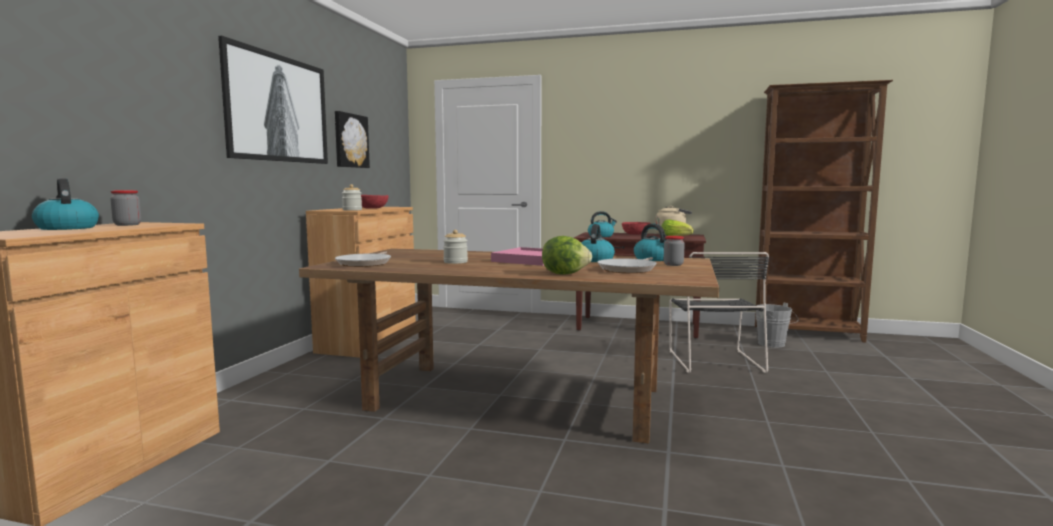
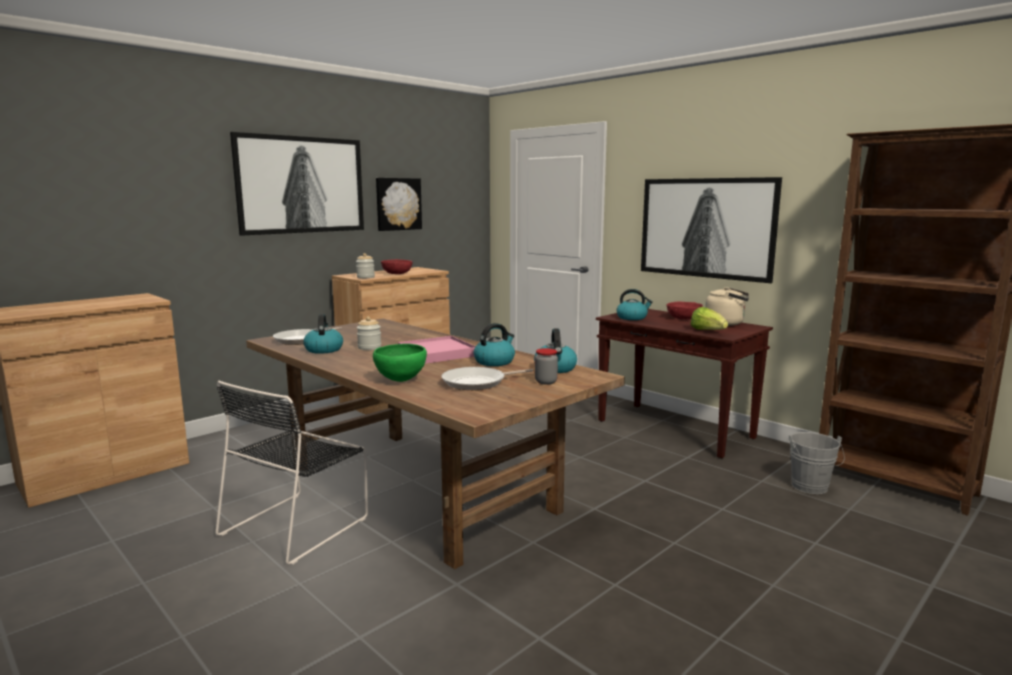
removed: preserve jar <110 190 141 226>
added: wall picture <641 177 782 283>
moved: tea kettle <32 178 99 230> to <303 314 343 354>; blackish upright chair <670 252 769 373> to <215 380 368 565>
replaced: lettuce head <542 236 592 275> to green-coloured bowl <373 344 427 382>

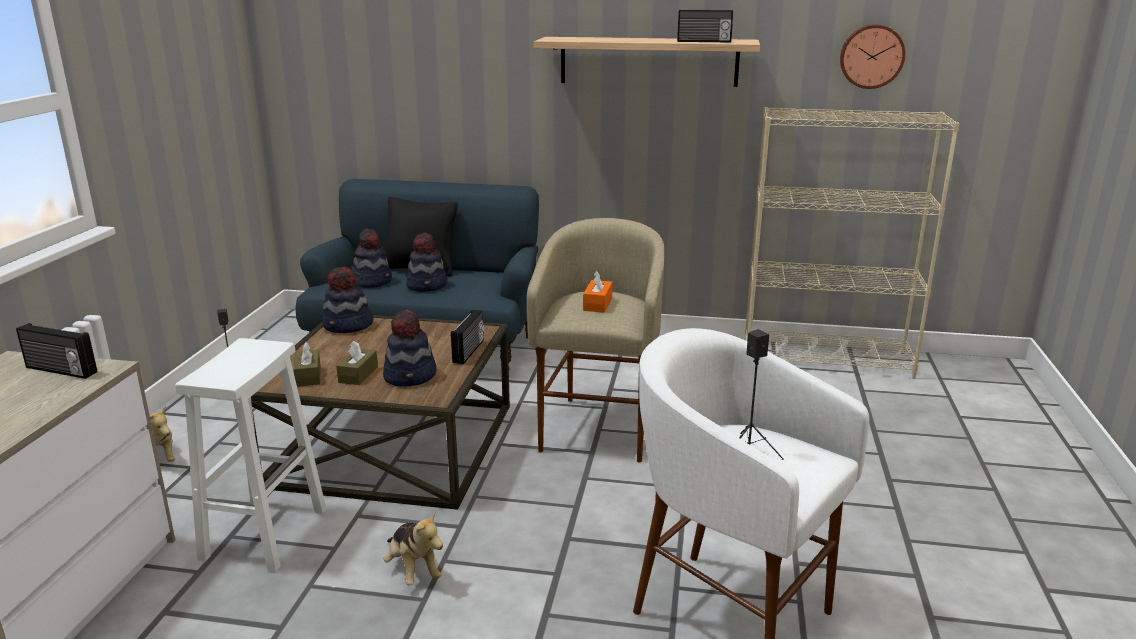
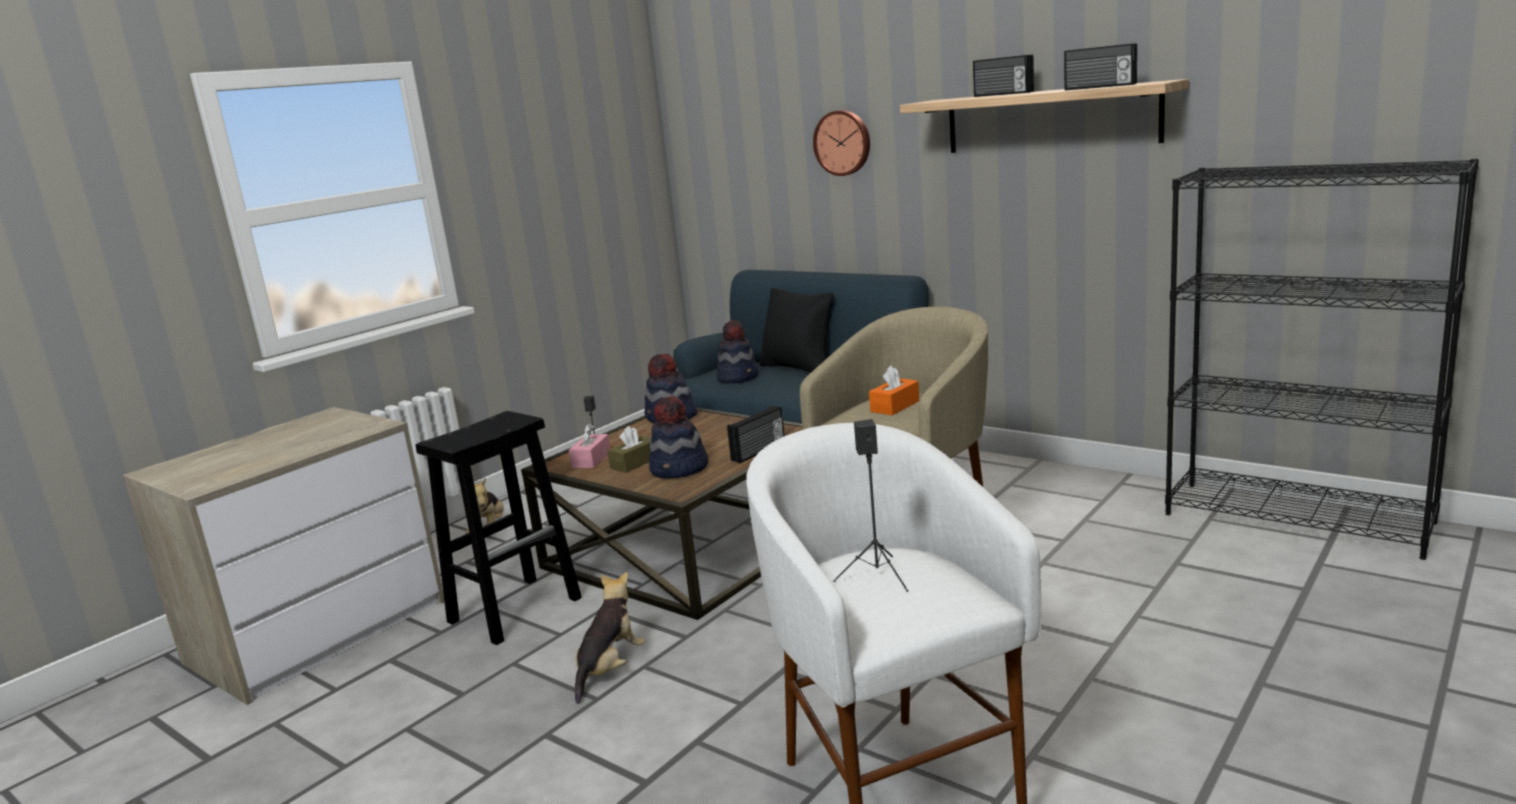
removed: wearable hat <406 232 448 292>
moved: hanging clock <840 24 905 89> to <813 110 870 176>; radio <16 323 97 379> to <973 55 1034 97>
recoloured: beige-coloured shelving unit <745 107 959 379> to blackish shelving unit <1165 159 1479 560>; white-coloured stool <175 338 327 572> to blackish stool <416 411 582 645>; brown-coloured tissue box <293 342 321 387> to pink-coloured tissue box <569 424 610 468>
turned: plush toy <383 512 443 585> = <575 572 645 704> 150 degrees counterclockwise

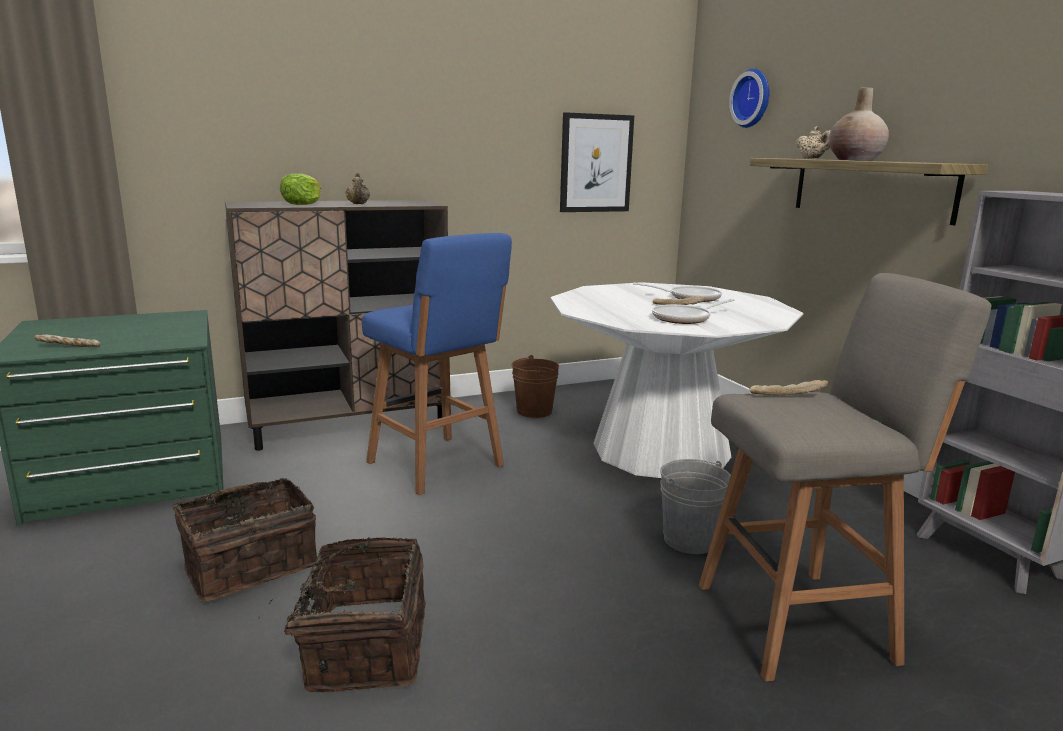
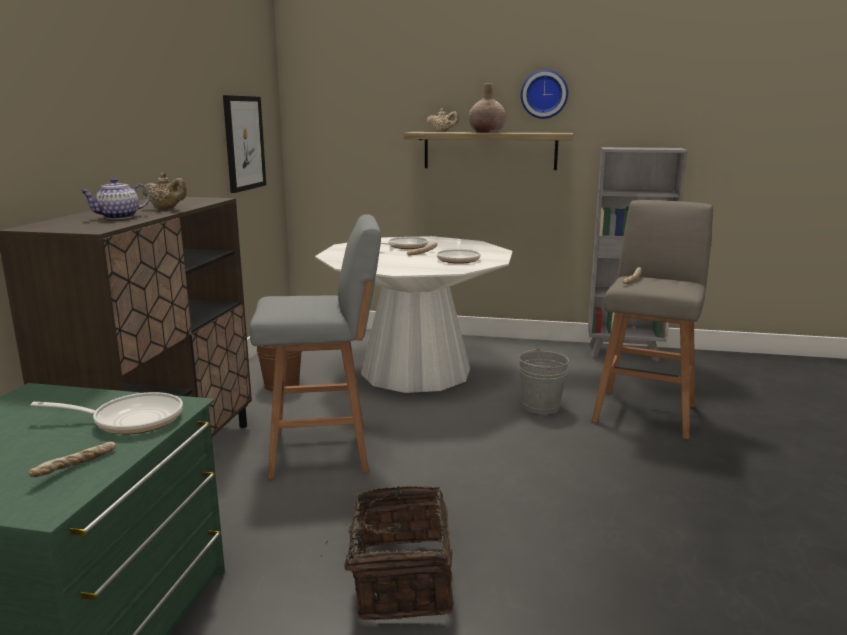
removed: basket <258 537 426 692>
added: pan <31 392 183 434>
moved: hanging clock <729 69 769 128> to <521 70 568 119>
replaced: lettuce head <280 173 321 205> to teapot <80 178 150 219>
recoloured: blue-coloured stool <362 233 512 495> to gray stool <250 214 381 479>

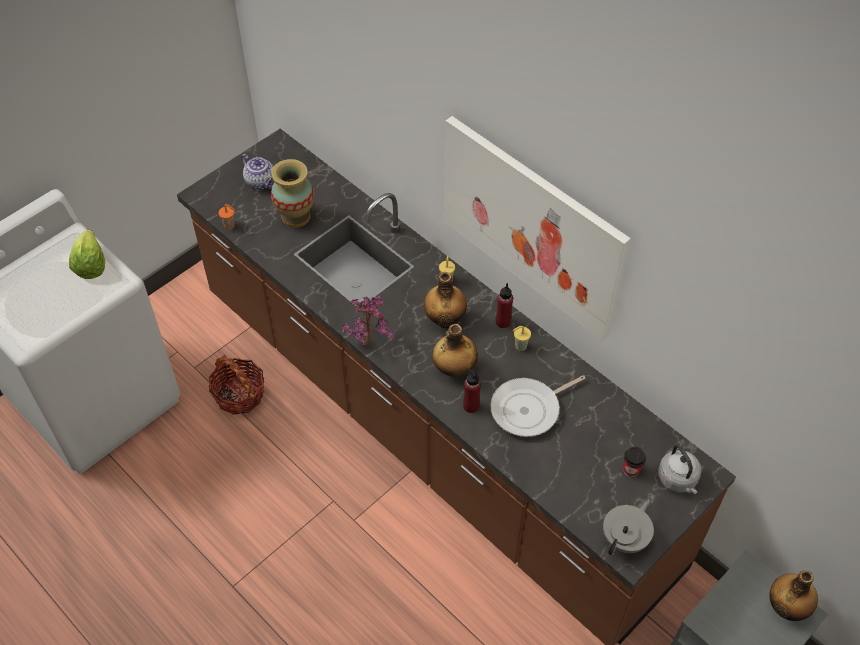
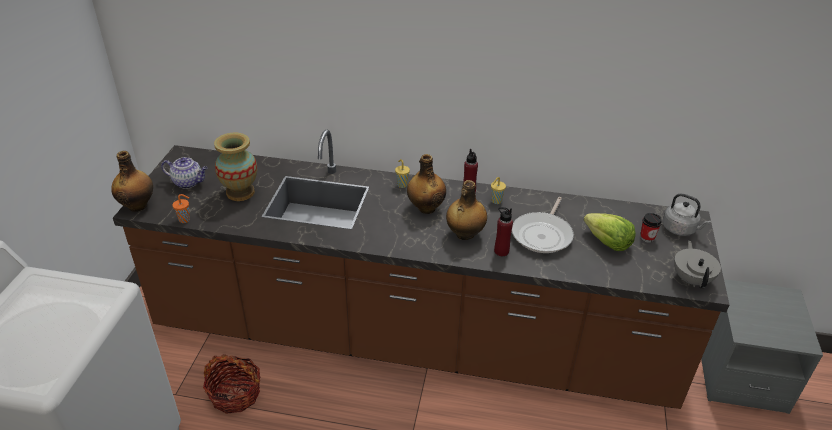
removed: wall picture <444 116 631 341>; houseplant <342 296 394 345>
moved: lettuce head <69 230 105 279> to <584 213 636 251>; drink bottle <769 570 818 621> to <111 151 153 212>

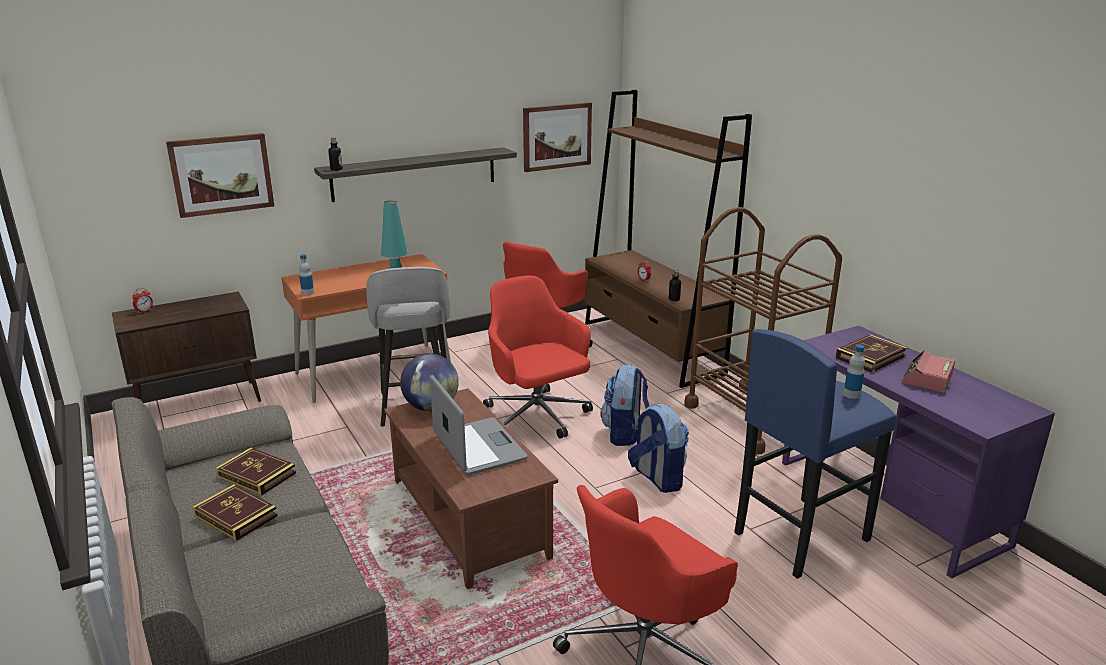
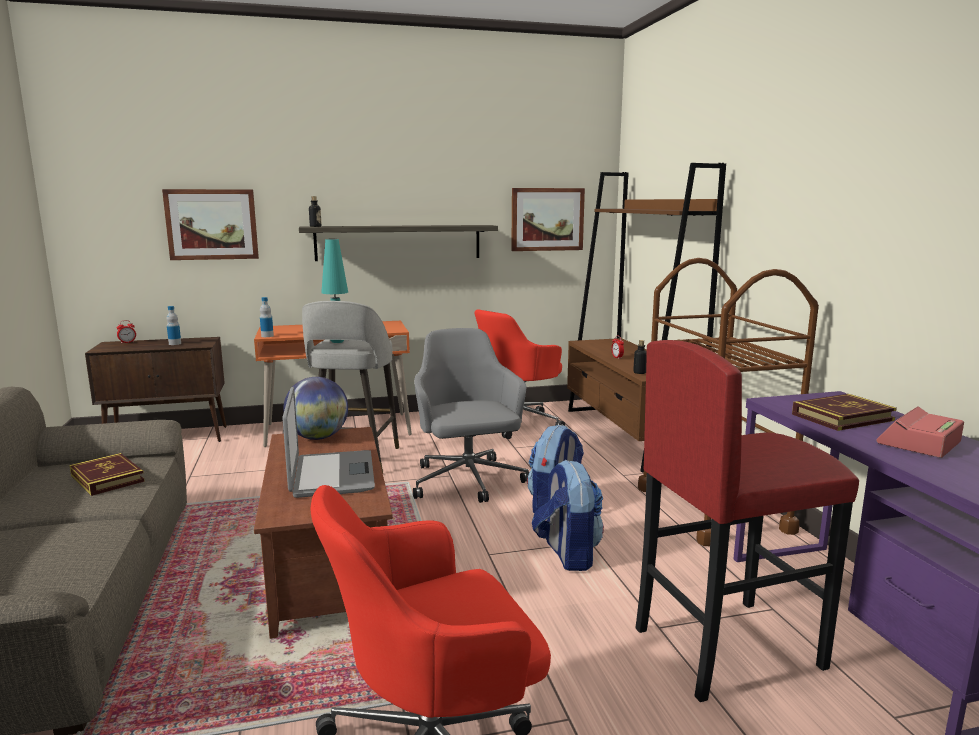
removed: volume <193 484 278 541>
moved: drink bottle <843 344 865 399> to <166 306 181 345>
recoloured: reddish office chair <483 276 593 439> to gray office chair <413 328 529 503>; blue-coloured stool <734 329 897 579> to reddish stool <635 340 859 702>

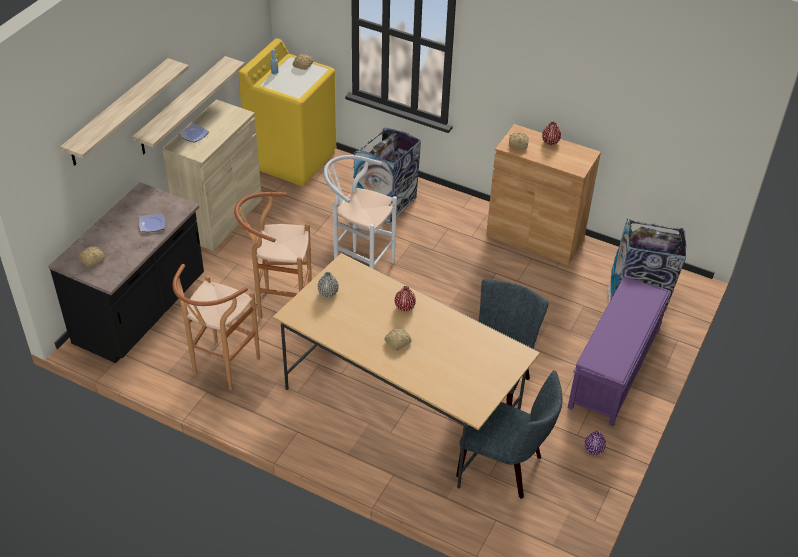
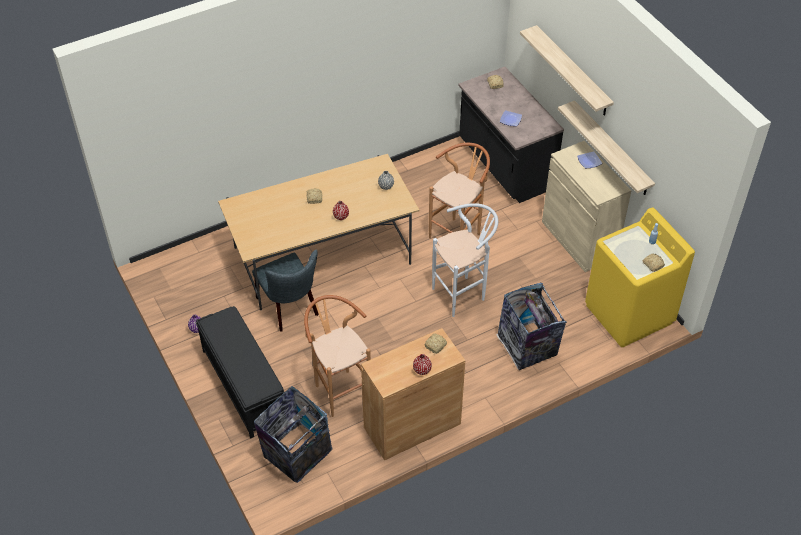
removed: gray upright chair <456 370 562 499>
moved: brown-coloured stool <172 264 260 390> to <304 295 371 417>
recoloured: purple bench <568 277 671 426> to blackish bench <196 306 284 439>

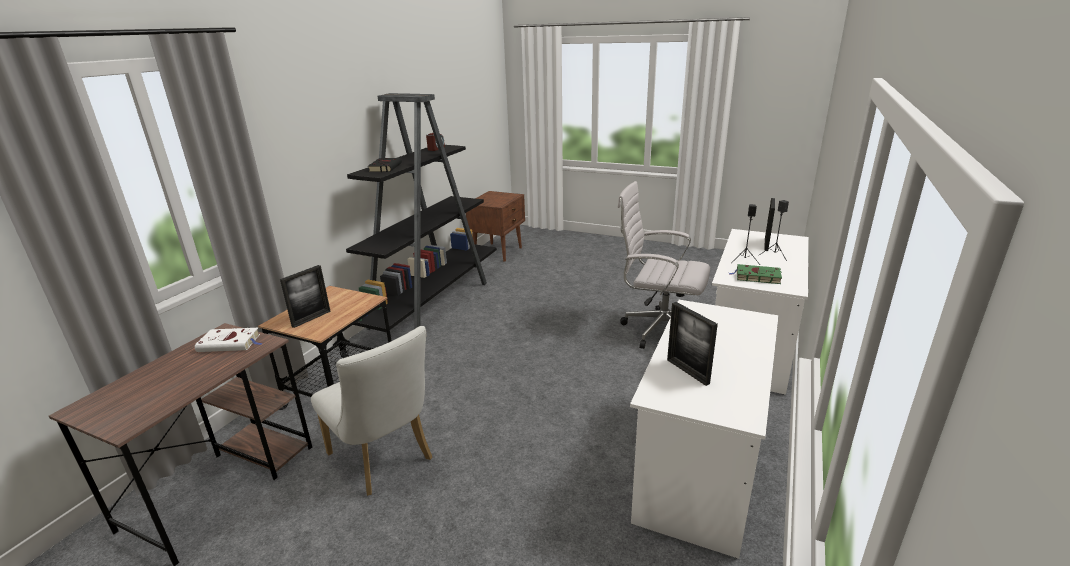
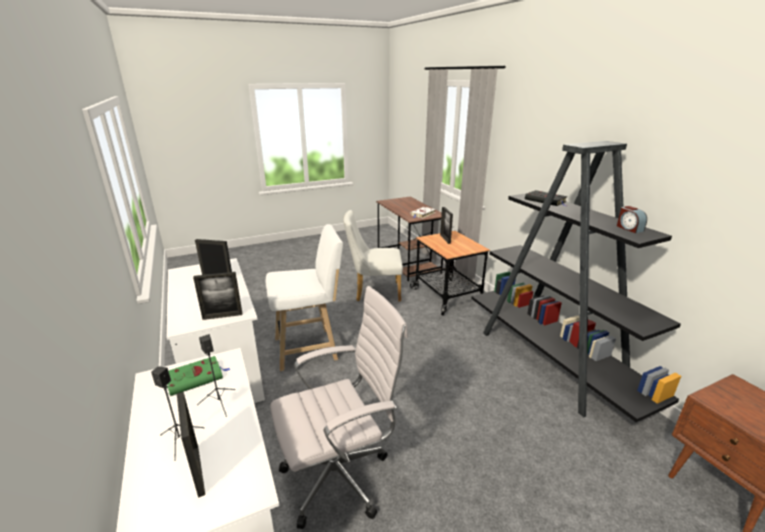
added: white-coloured stool <266 224 343 371>; photo frame <193 272 242 320>

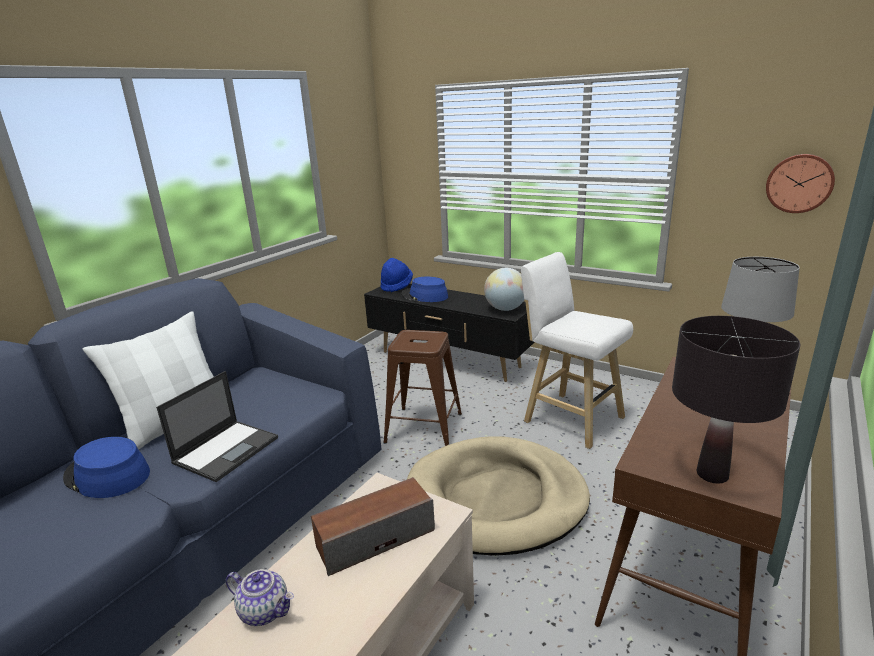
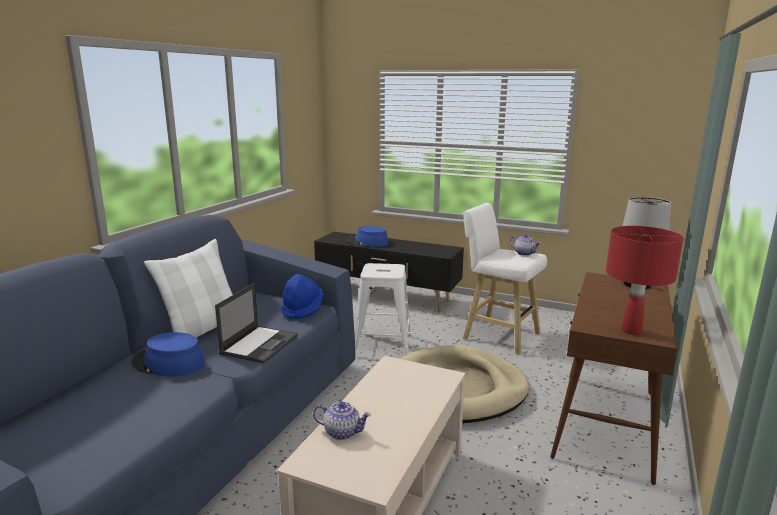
removed: hanging clock <766 154 835 213>; desk globe <484 268 525 311>; audio speaker <311 477 435 576>
added: teapot <510 234 541 256>
moved: blue-coloured wearable hat <380 258 413 292> to <282 274 324 319>
recoloured: blackish table lamp <672 316 800 484> to reddish table lamp <606 226 684 335>; brown-coloured stool <384 330 462 446> to white-coloured stool <355 263 411 357>

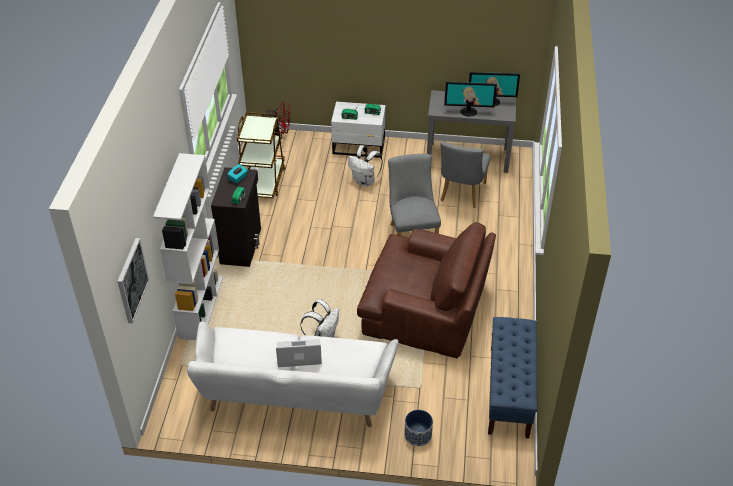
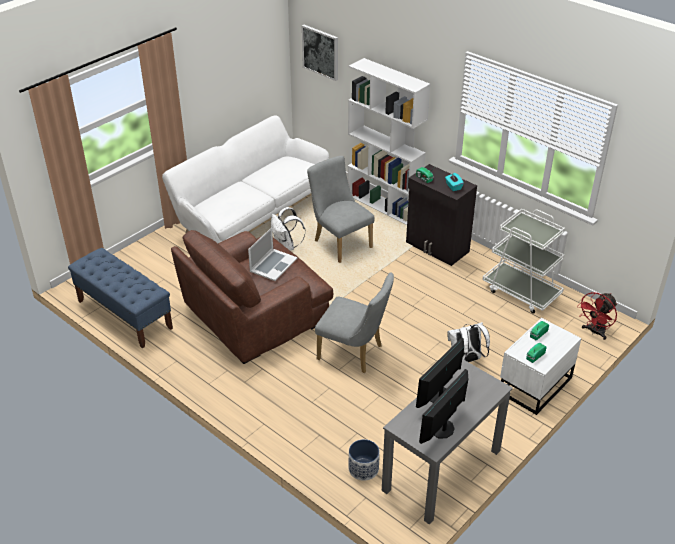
moved: gray upright chair <440 141 491 208> to <307 156 375 263>; laptop <276 339 322 367> to <248 227 297 281>; planter <404 409 433 446> to <349 439 380 481>
recoloured: brown-coloured cart <237 112 286 198> to white-coloured cart <482 209 565 314>

